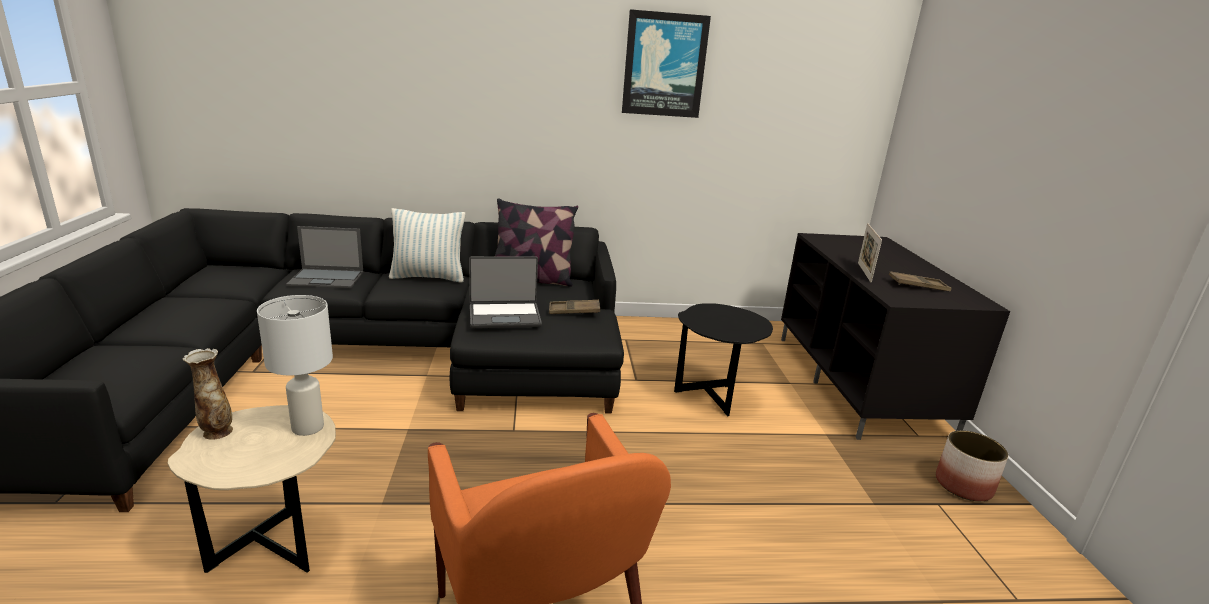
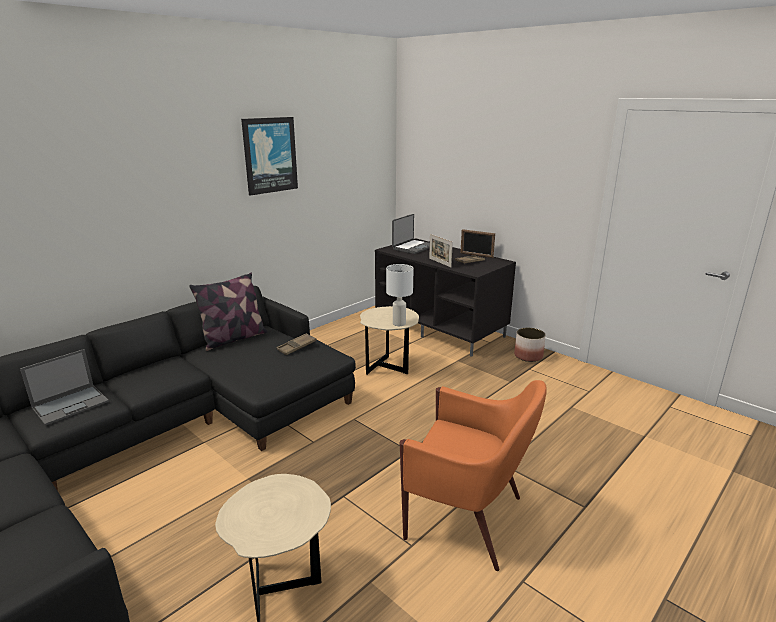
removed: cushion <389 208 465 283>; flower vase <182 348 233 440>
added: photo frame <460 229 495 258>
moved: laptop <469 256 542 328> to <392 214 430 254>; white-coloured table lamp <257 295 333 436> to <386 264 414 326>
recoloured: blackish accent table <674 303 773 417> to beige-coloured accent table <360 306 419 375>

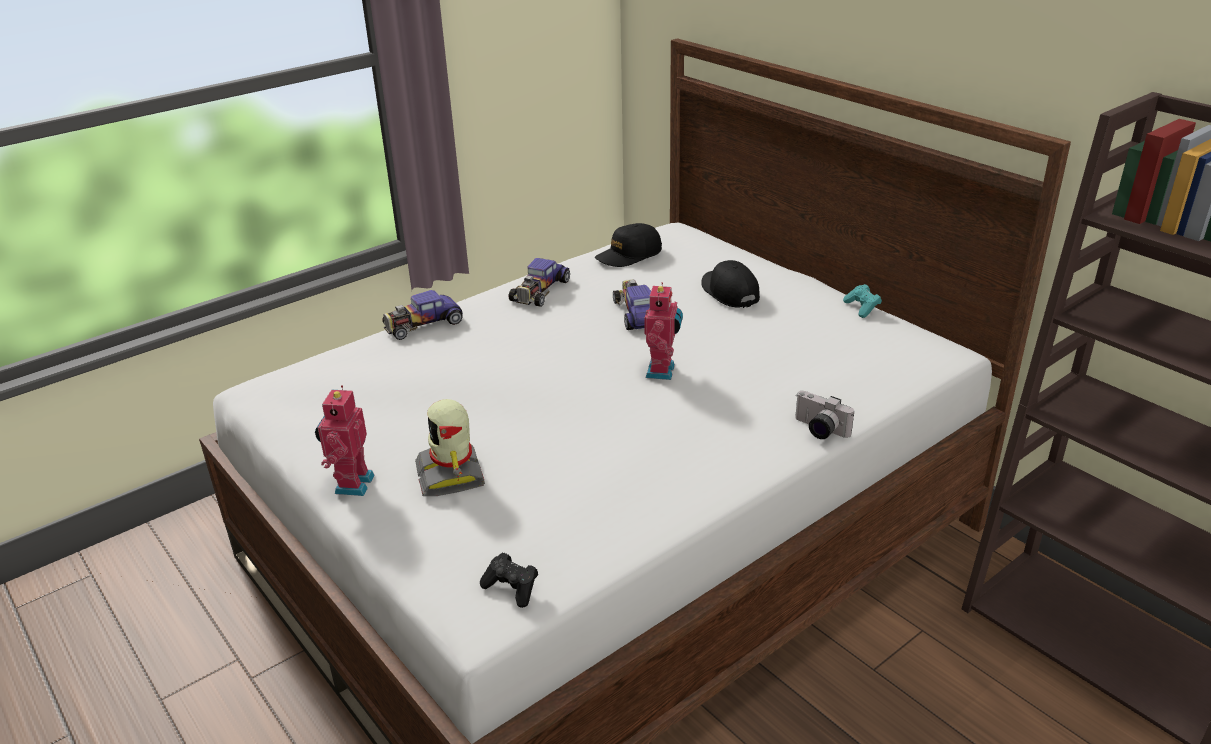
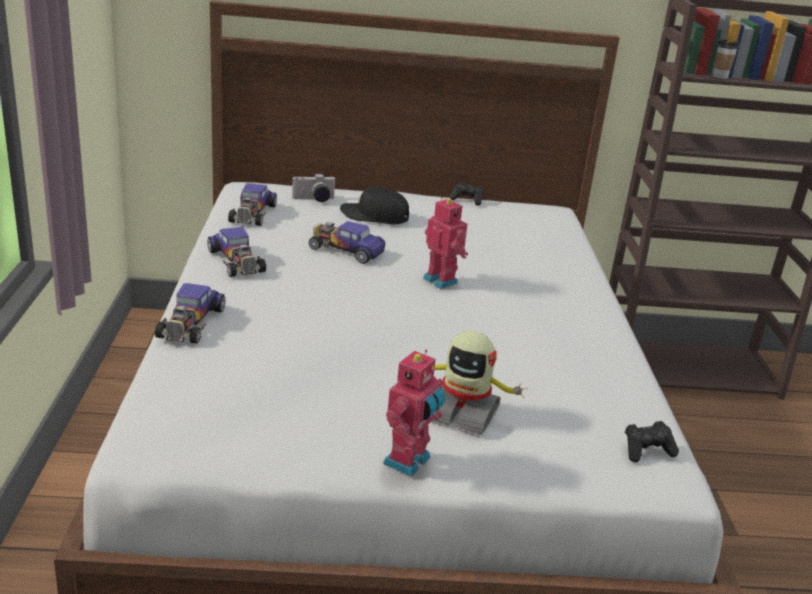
added: drinking cup <713 40 739 79>
moved: still camera <795 391 854 439> to <292 174 335 202>
replaced: blackish baseball cap <595 223 662 267> to toy car <228 183 277 226>
recoloured: turquoise gamepad <843 284 882 318> to blackish gamepad <450 182 483 206>
turned: robot figure <315 385 375 496> = <383 350 445 477> 105 degrees counterclockwise

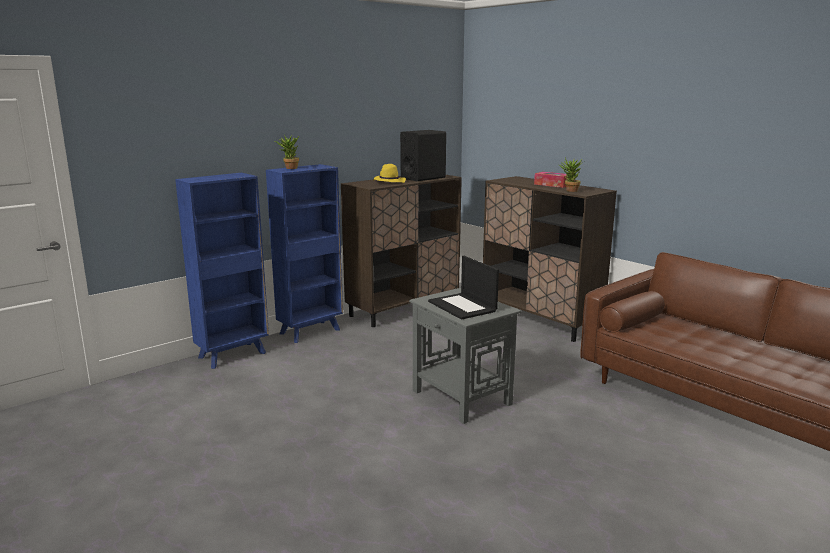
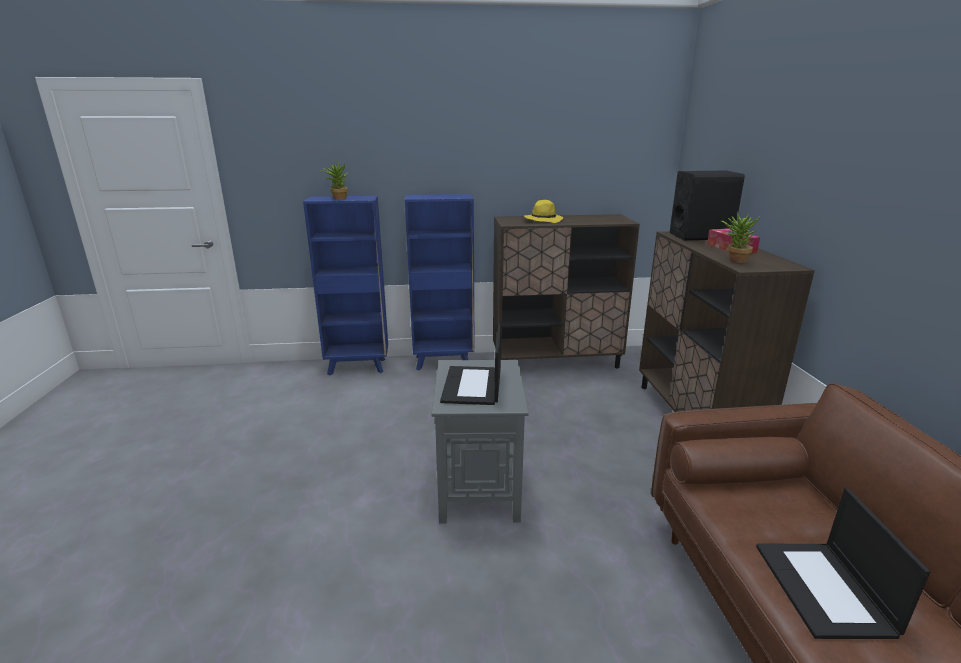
added: laptop <756 488 930 639>
moved: blackish audio speaker <400 130 446 181> to <670 171 745 240>; houseplant <274 134 299 169> to <321 162 348 200>

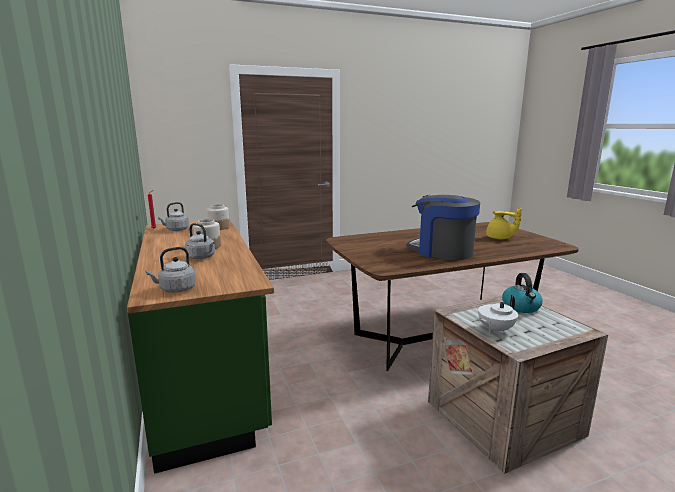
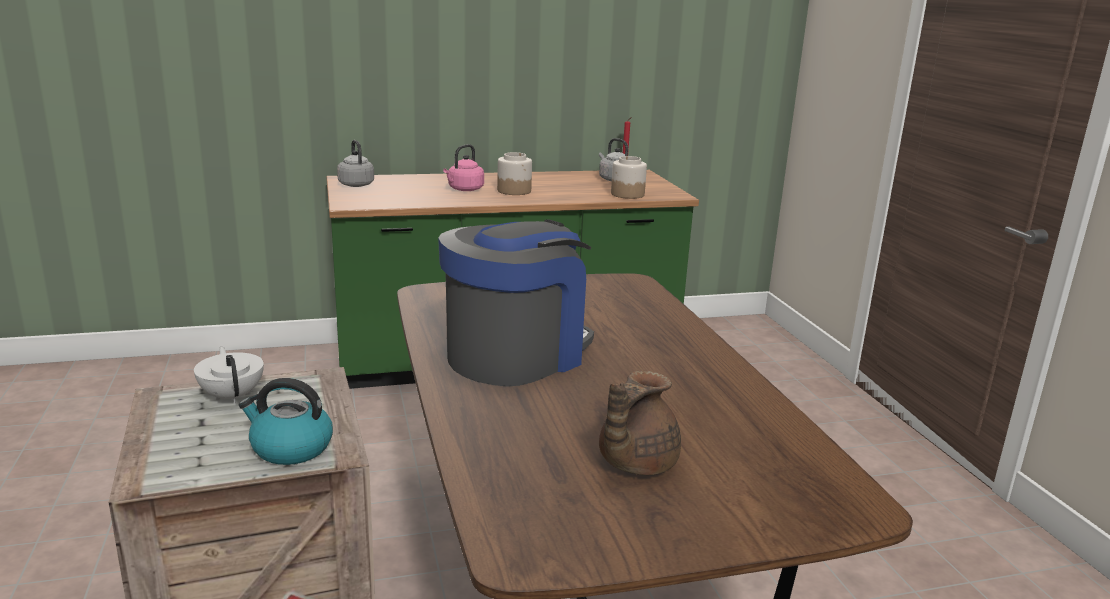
recoloured: yellowish teapot <486 208 522 239> to brown-coloured teapot <599 371 681 475>; gray tea kettle <185 223 215 259> to pink-coloured tea kettle <443 144 484 191>

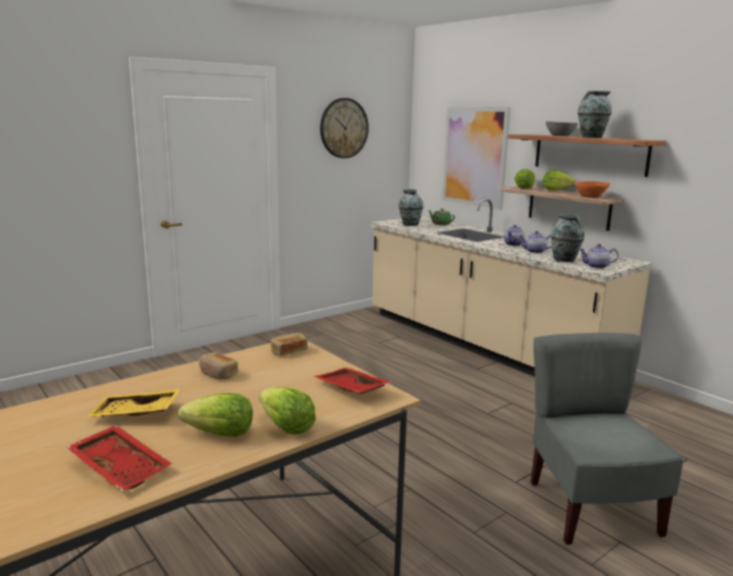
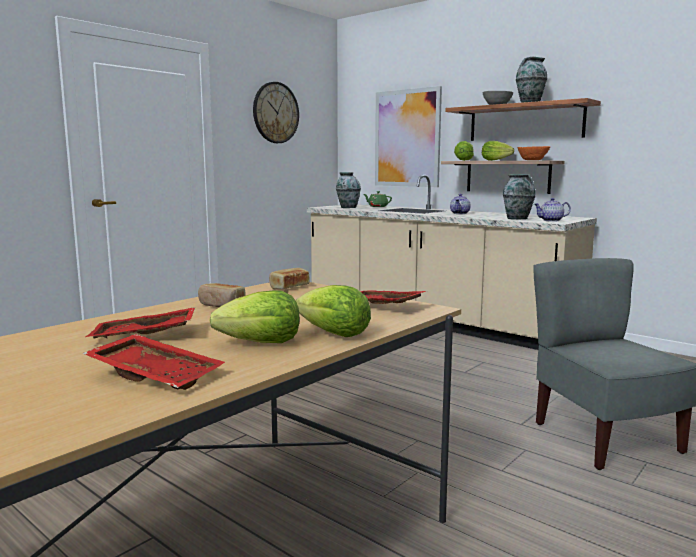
removed: teapot <519 231 552 253>
recoloured: yellowish serving tray <87 389 181 417> to reddish serving tray <85 307 195 339>

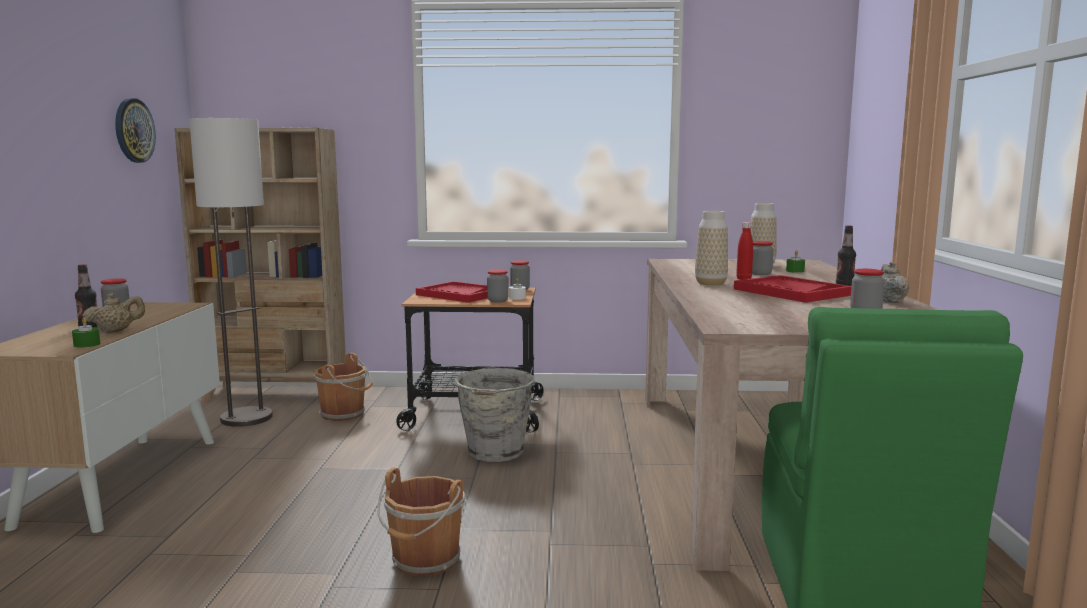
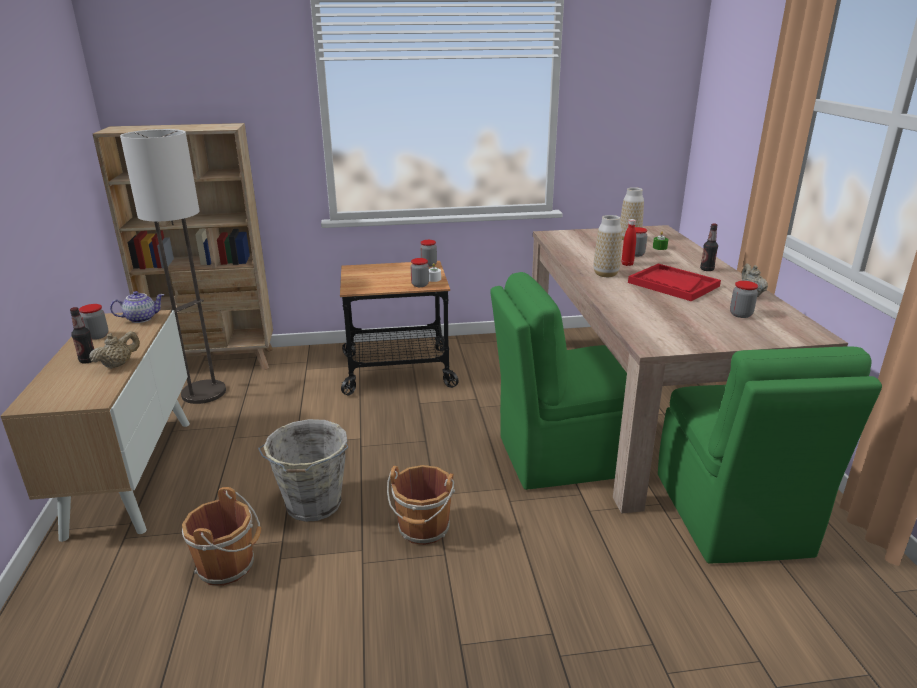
removed: hanging clock <115 98 156 163>; reddish serving tray <416 281 488 303>; green-coloured wax light <72 318 100 348>
added: green-coloured upright chair <490 272 627 490>; teapot <110 291 164 323>
moved: brown-coloured bucket <314 353 373 421> to <182 487 262 586>; gray bucket <449 368 535 462> to <258 419 348 522>

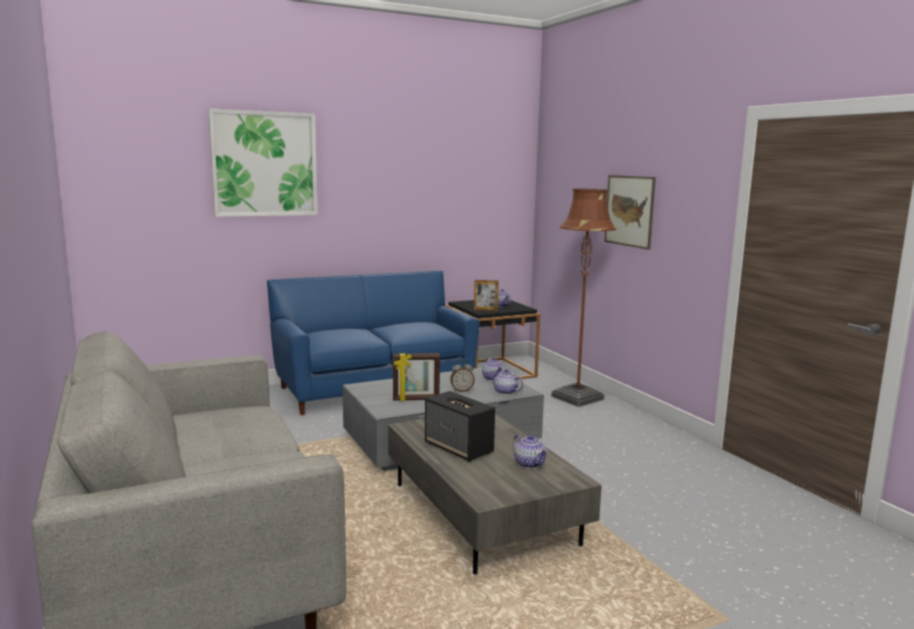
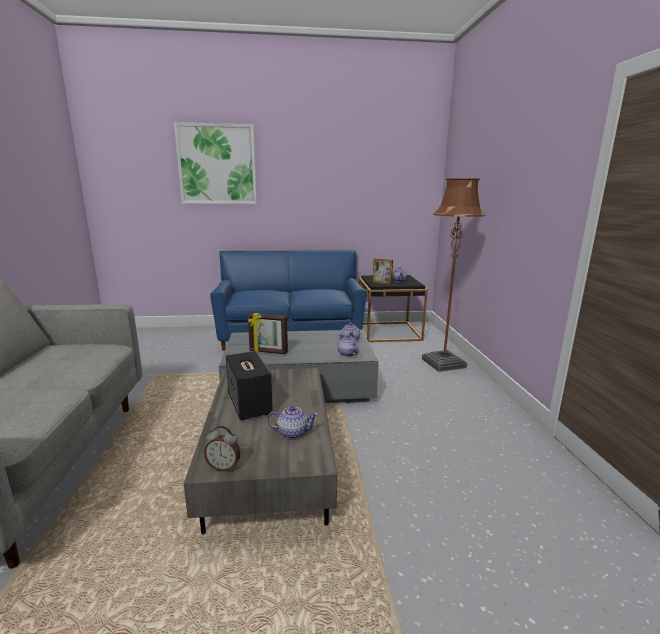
removed: wall picture <604 175 656 250>
moved: bedside clock <450 360 475 392> to <204 426 241 471>
turned: teapot <513 434 548 468> = <267 406 318 439> 75 degrees counterclockwise

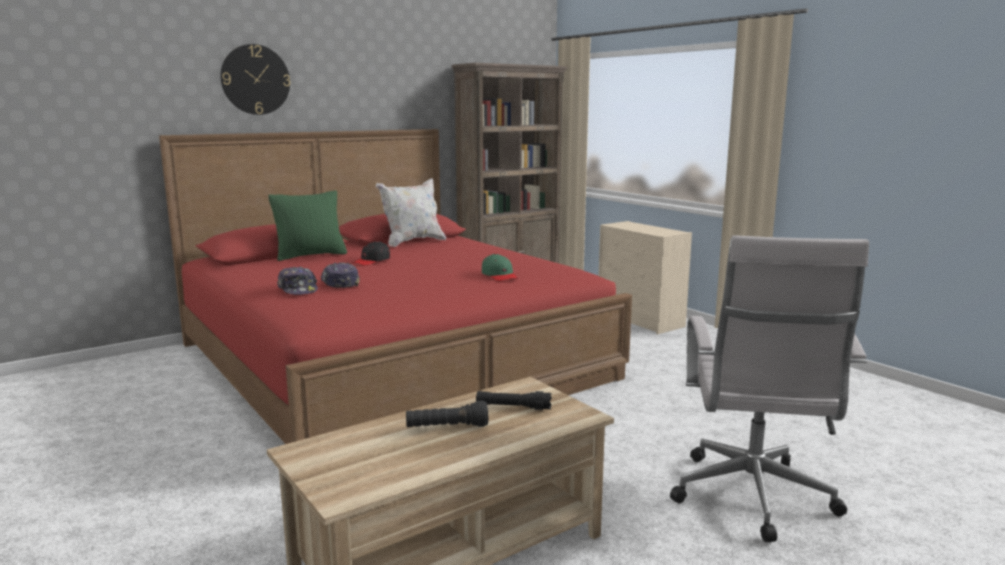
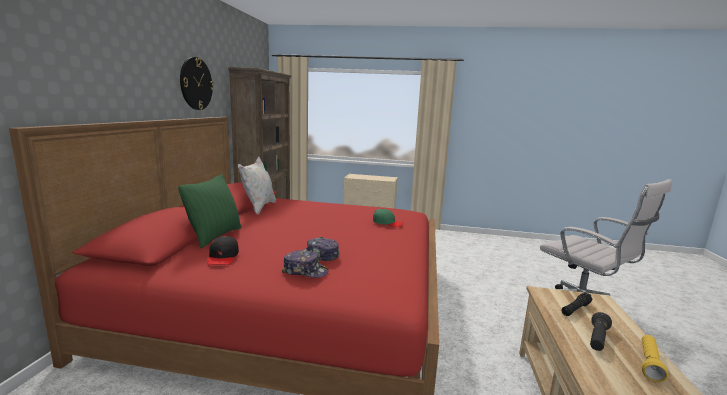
added: yellowish hand torch <642 335 669 382>
moved: hanging clock <221 44 290 115> to <180 57 214 110>; blackish baseball cap <352 241 390 266> to <207 236 239 265>

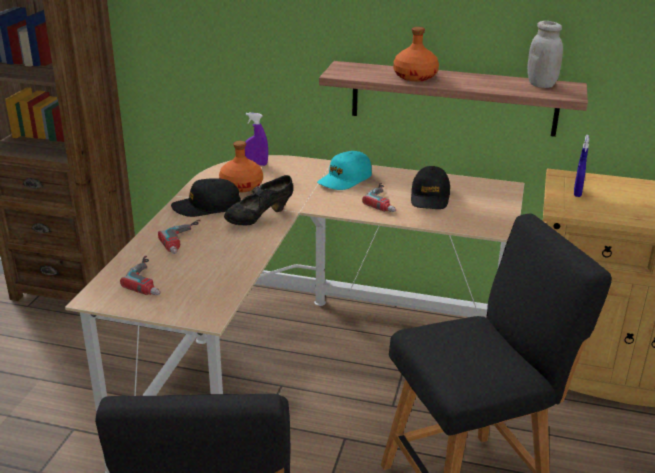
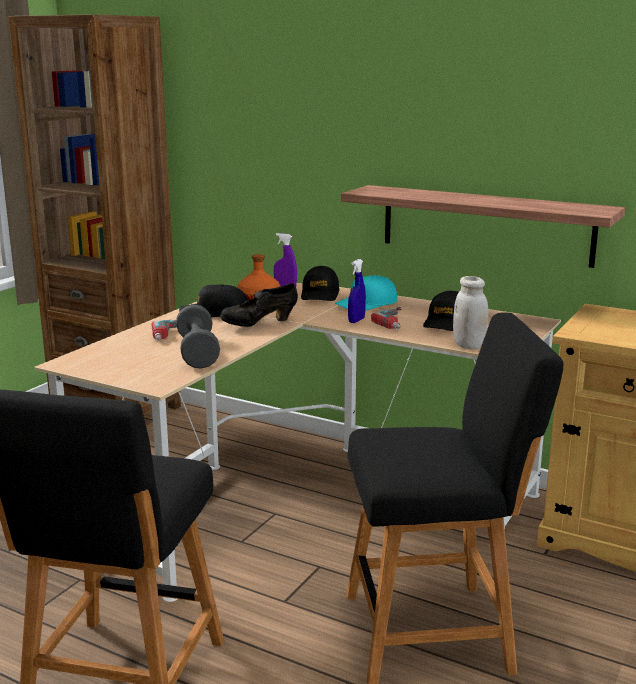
removed: orange drink bottle <393 27 439 81>; drill <120 256 161 296>
added: blackish baseball cap <301 266 339 301>; gray hand weight <176 304 220 369>
moved: white-coloured preserve jar <527 21 563 88> to <453 276 488 349>; blue-coloured spray bottle <574 135 589 197> to <348 259 366 323>

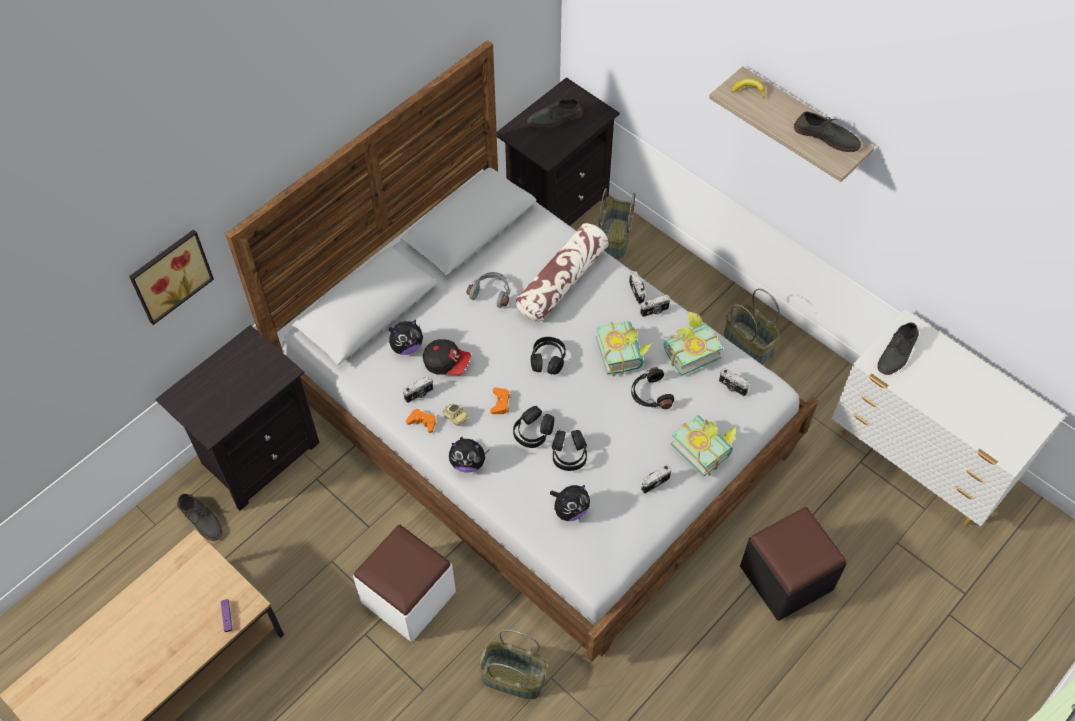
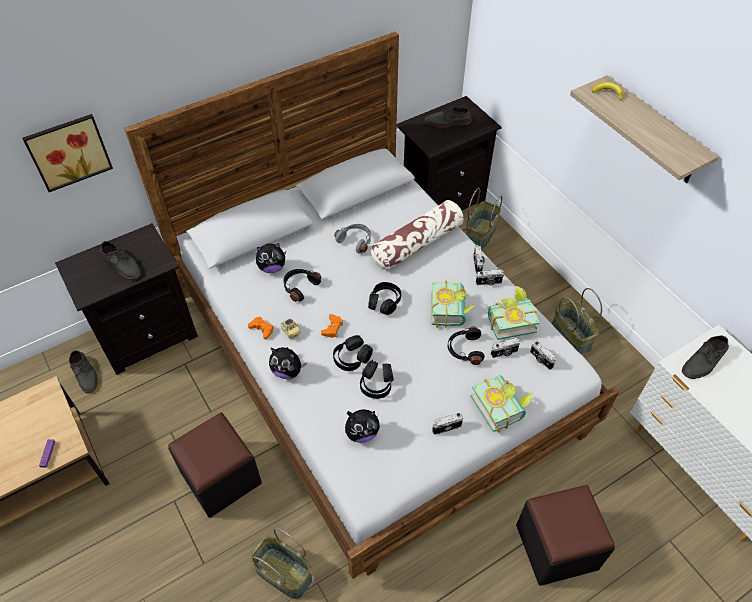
moved: gray shoe <794 111 861 152> to <100 241 141 280>; still camera <403 376 433 403> to <491 338 520 358>
replaced: baseball cap <423 339 471 375> to blackish headphones <283 269 321 302>
recoloured: white-coloured footrest <353 525 456 642> to blackish footrest <168 412 262 518>

